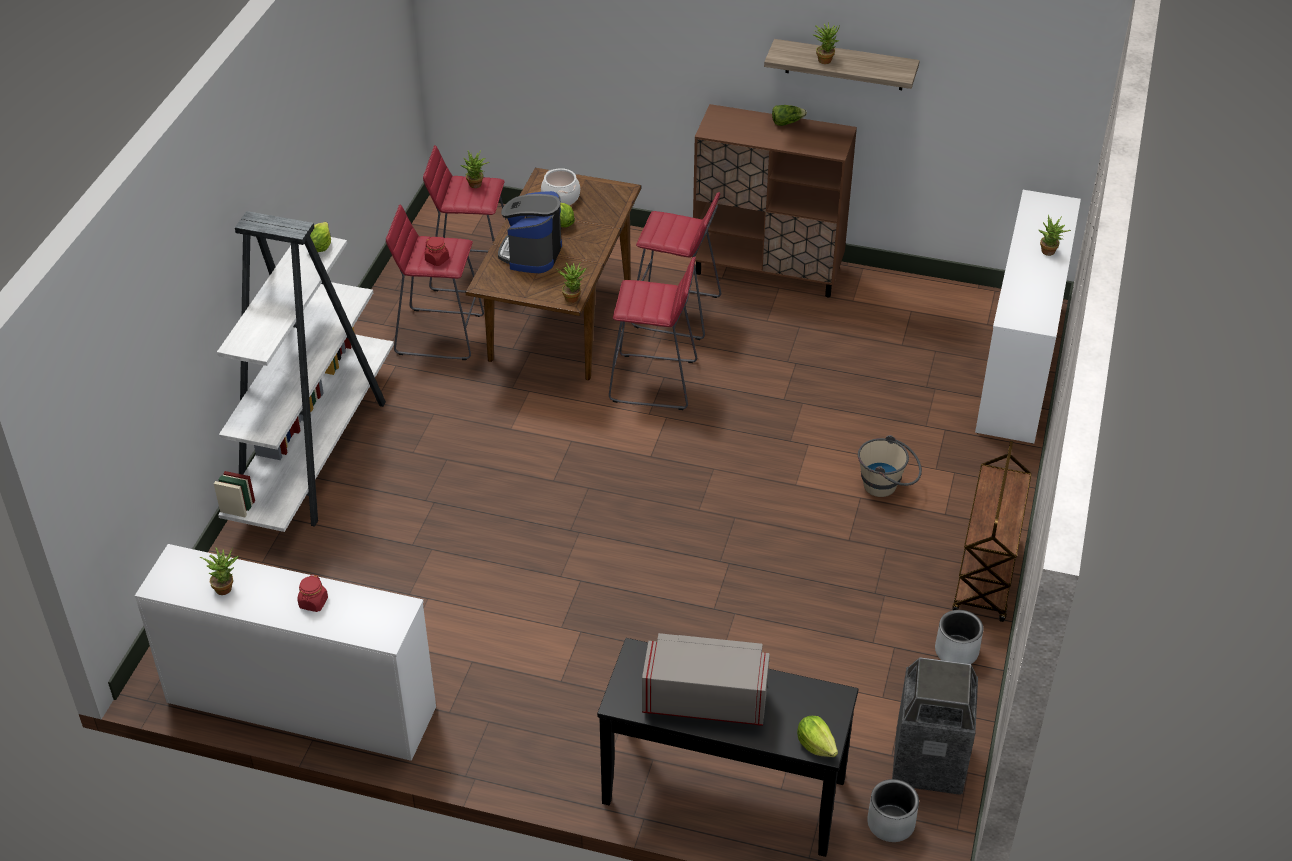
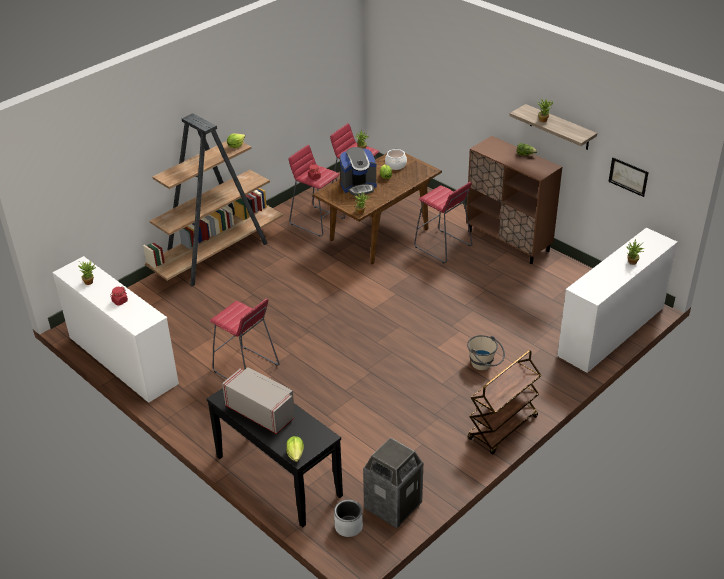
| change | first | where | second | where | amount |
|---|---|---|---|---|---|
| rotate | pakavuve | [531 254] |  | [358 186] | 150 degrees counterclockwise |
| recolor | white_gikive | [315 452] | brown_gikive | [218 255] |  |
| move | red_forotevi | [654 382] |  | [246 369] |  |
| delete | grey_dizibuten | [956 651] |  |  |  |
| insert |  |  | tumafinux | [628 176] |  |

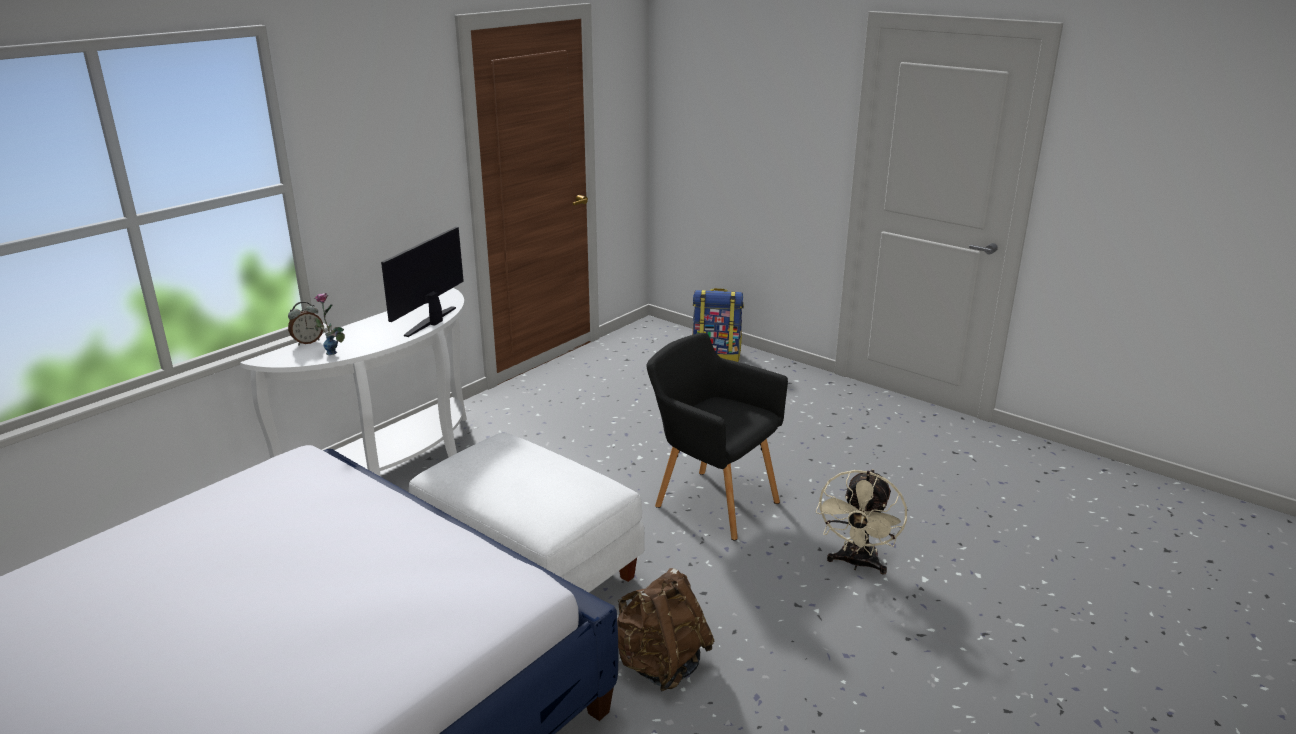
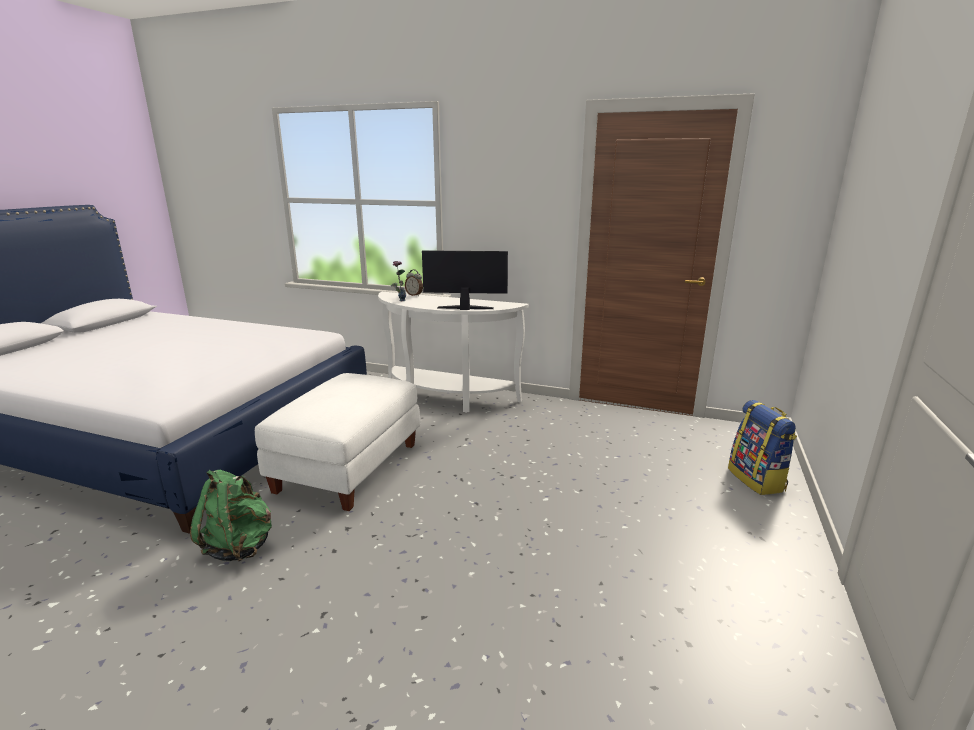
| change | first | where | second | where | amount |
|---|---|---|---|---|---|
| delete | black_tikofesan | [712 501] |  |  |  |
| delete | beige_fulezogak | [857 564] |  |  |  |
| recolor | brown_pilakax | [660 665] | green_pilakax | [239 546] |  |

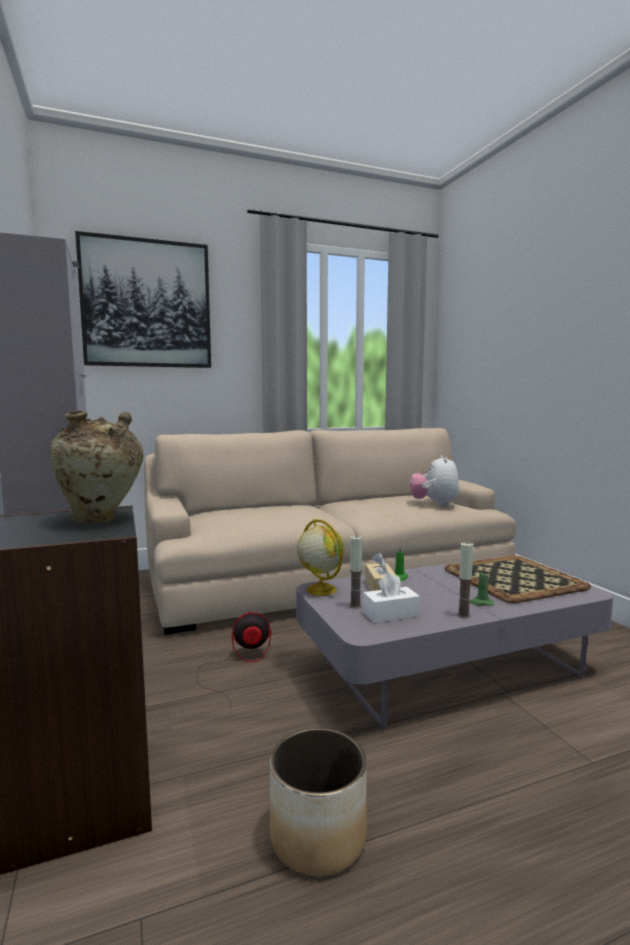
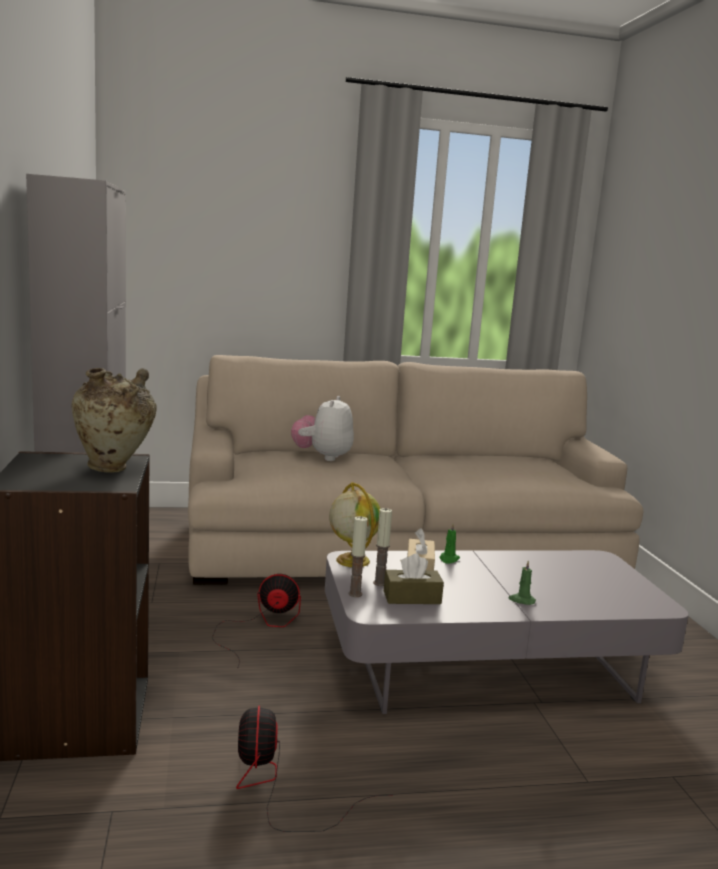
| change | first | where | second | where | amount |
|---|---|---|---|---|---|
| delete | tumafinux | [147 304] |  |  |  |
| move | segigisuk | [434 504] |  | [323 457] |  |
| move | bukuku | [463 615] |  | [355 594] |  |
| delete | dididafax | [513 579] |  |  |  |
| recolor | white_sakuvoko | [390 614] | brown_sakuvoko | [412 597] |  |
| replace | dizibuten | [317 836] | fulezogak | [278 786] |  |

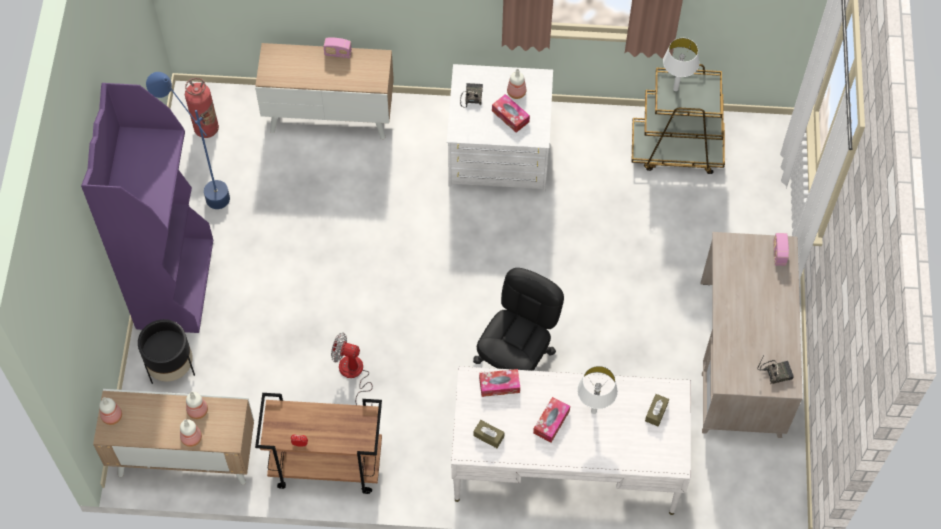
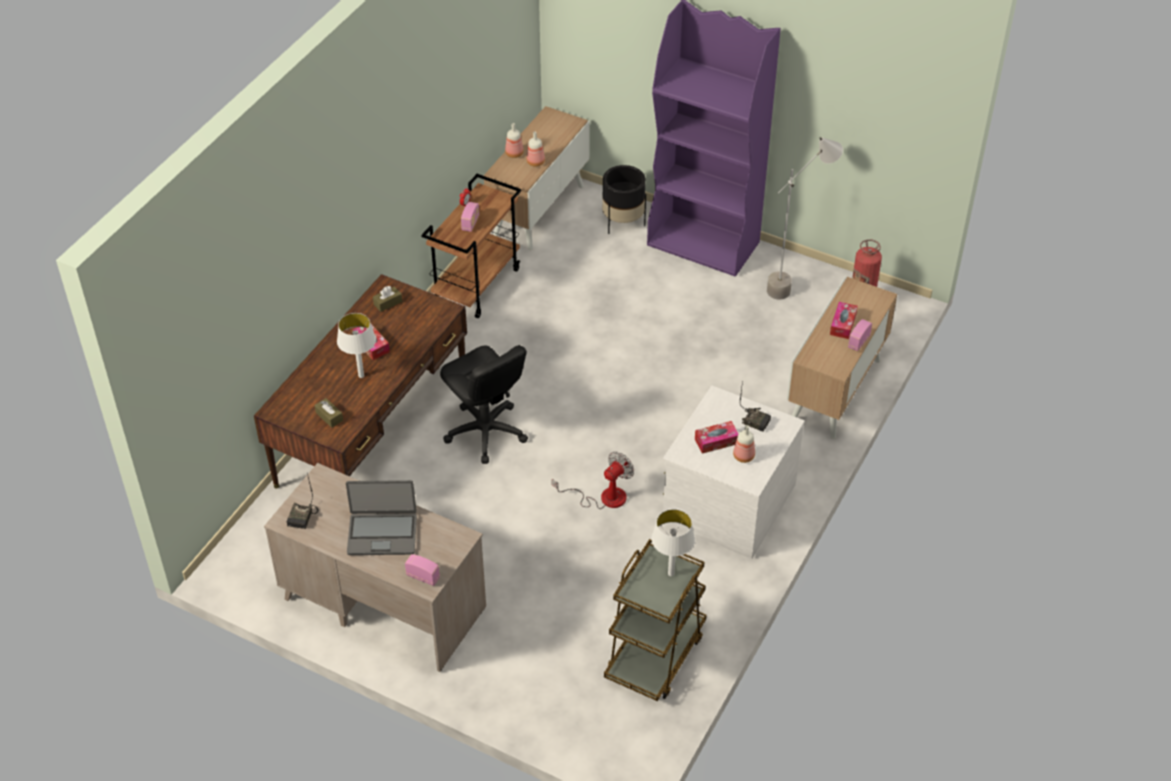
| change | first | where | second | where | amount |
|---|---|---|---|---|---|
| recolor | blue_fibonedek | [202 188] | grey_fibonedek | [795 284] |  |
| move | fulezogak | [354 375] |  | [603 497] |  |
| recolor | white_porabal | [566 463] | brown_porabal | [372 432] |  |
| move | sakuvoko | [499 385] |  | [843 324] |  |
| delete | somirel | [111 416] |  |  |  |
| insert |  |  | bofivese | [470 223] |  |
| insert |  |  | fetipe | [382 534] |  |

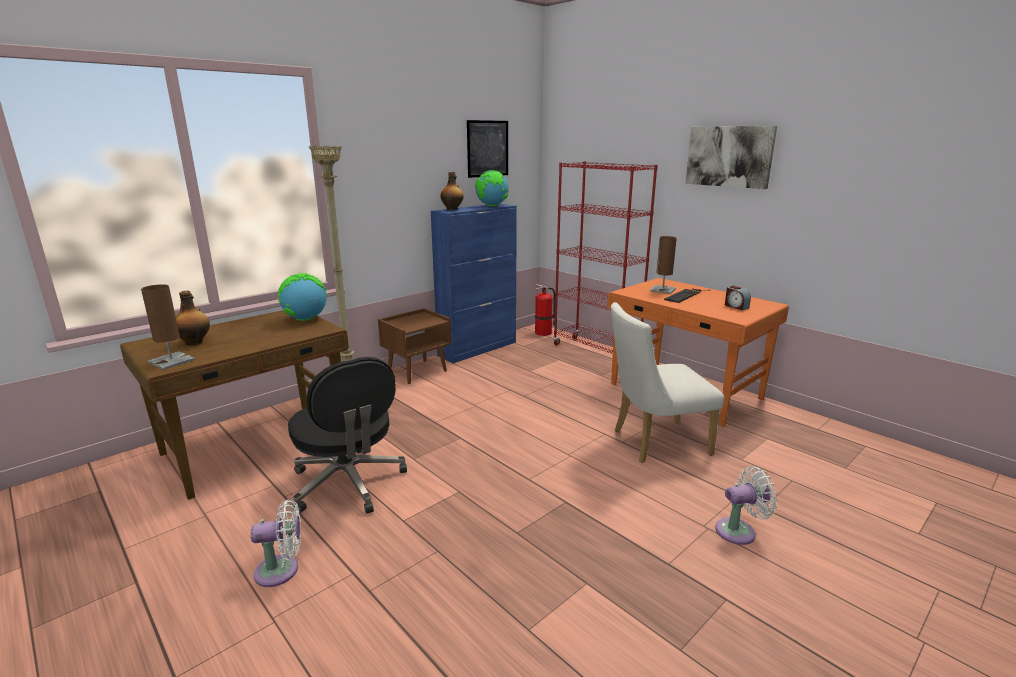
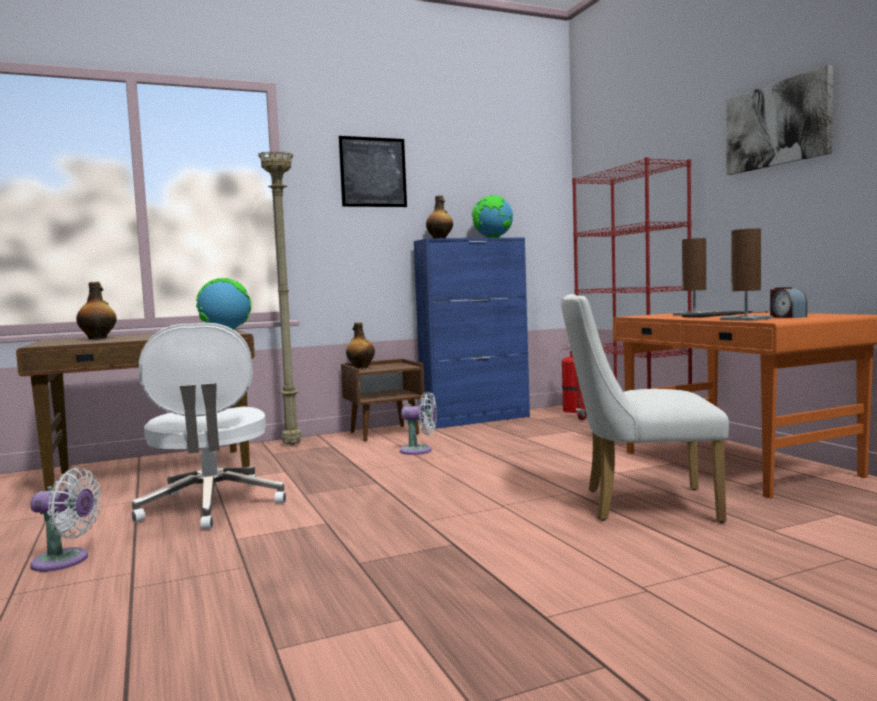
| change | first | where | second | where | amount |
|---|---|---|---|---|---|
| move | tumafinux | [487 148] |  | [373 172] |  |
| move | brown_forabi | [171 361] |  | [746 319] |  |
| recolor | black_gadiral | [348 483] | white_gadiral | [211 506] |  |
| move | white_fulezogak | [739 531] |  | [419 450] |  |
| insert |  |  | somirel | [361 367] |  |

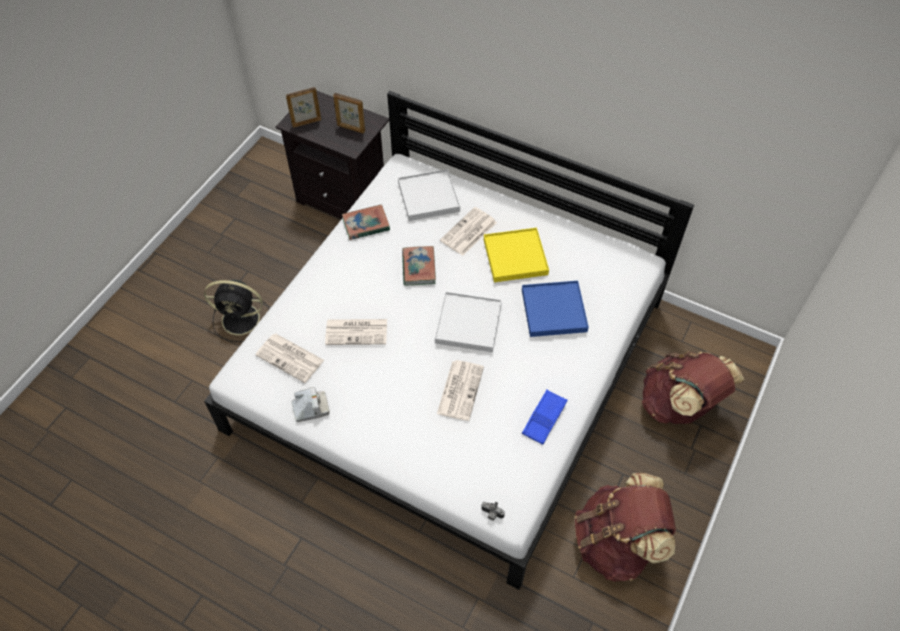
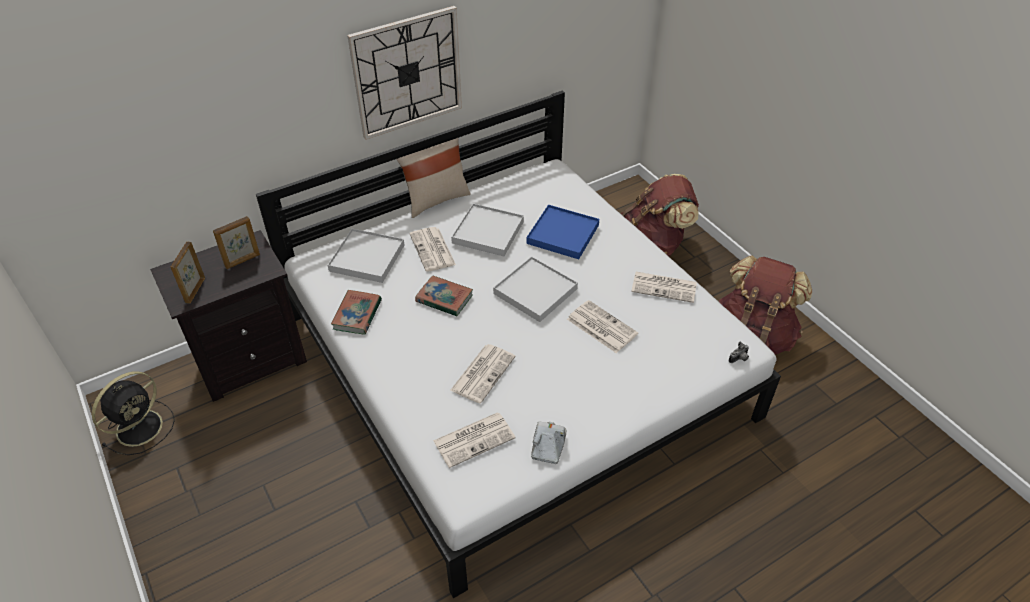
| change | first | where | second | where | amount |
|---|---|---|---|---|---|
| recolor | yellow_dididafax | [515 257] | white_dididafax | [488 232] |  |
| move | black_fulezogak | [242 319] |  | [141 426] |  |
| replace | blue_dididafax | [544 419] | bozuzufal | [665 287] |  |
| insert |  |  | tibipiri | [407 73] |  |
| insert |  |  | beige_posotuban | [435 199] |  |

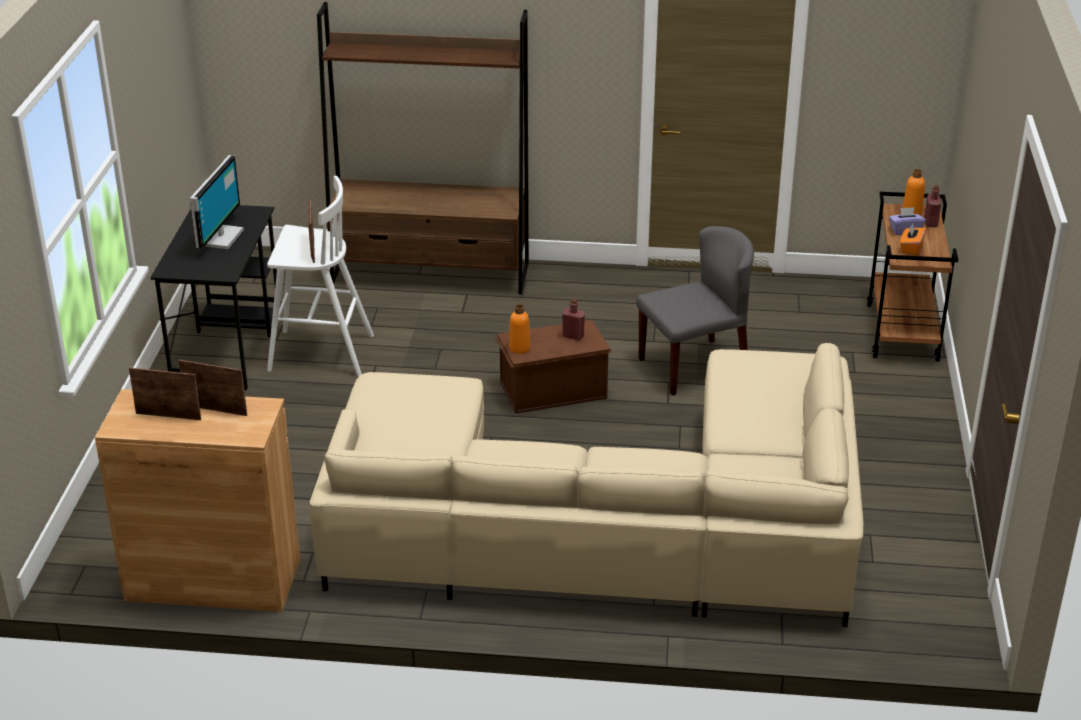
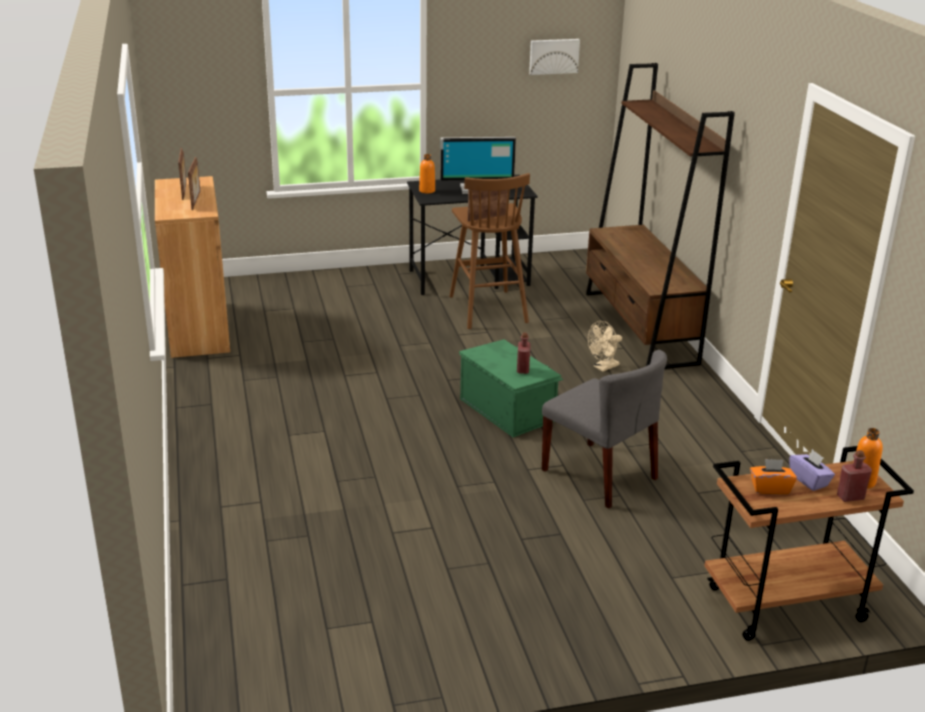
| change | first | where | second | where | amount |
|---|---|---|---|---|---|
| recolor | white_forotevi | [319 353] | brown_forotevi | [487 309] |  |
| move | orange_somirel | [519 348] |  | [427 191] |  |
| recolor | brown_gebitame | [552 389] | green_gebitame | [507 409] |  |
| delete | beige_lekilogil | [608 524] |  |  |  |
| insert |  |  | tumafinux | [553 56] |  |
| insert |  |  | beige_fulezogak | [603 367] |  |

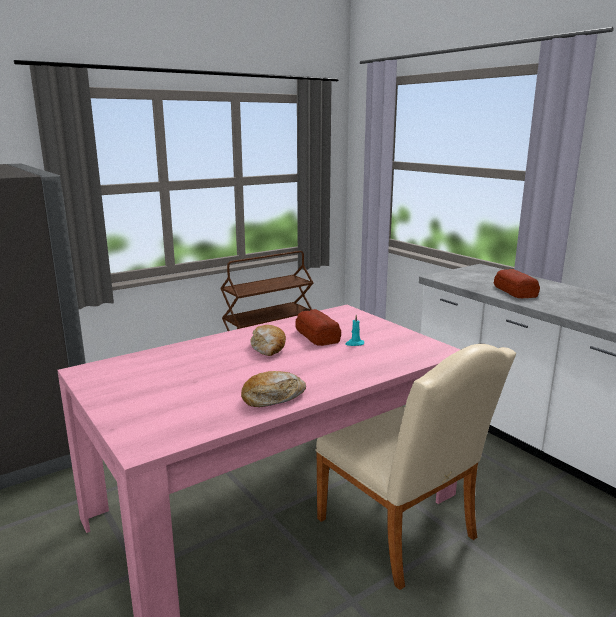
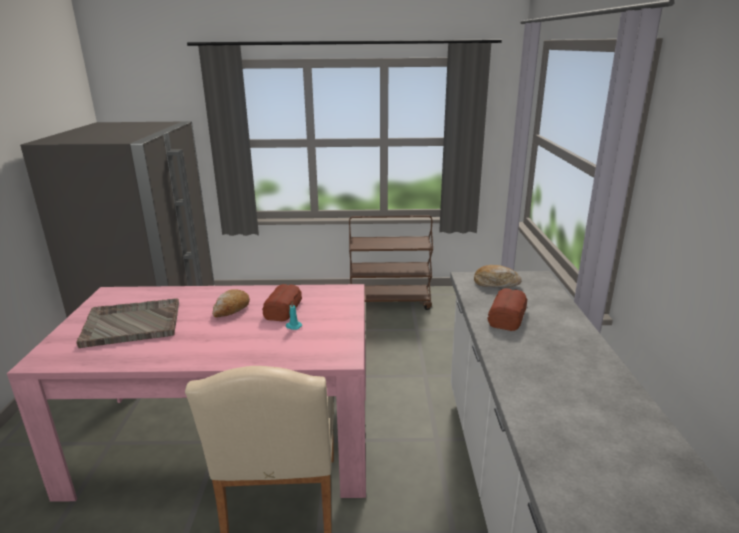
| change | first | where | second | where | amount |
|---|---|---|---|---|---|
| move | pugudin | [273 397] |  | [495 283] |  |
| insert |  |  | grey_dididafax | [131 324] |  |

